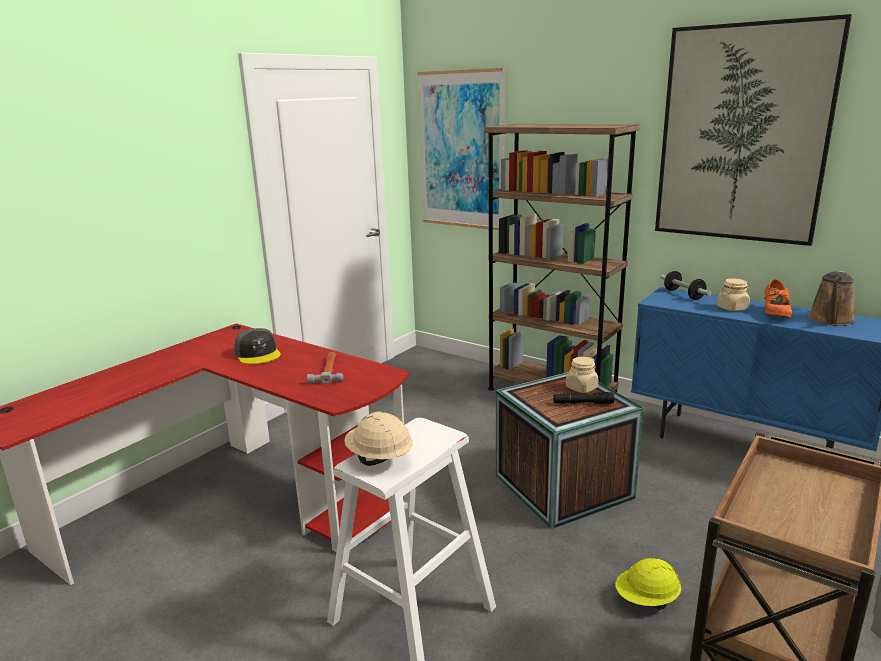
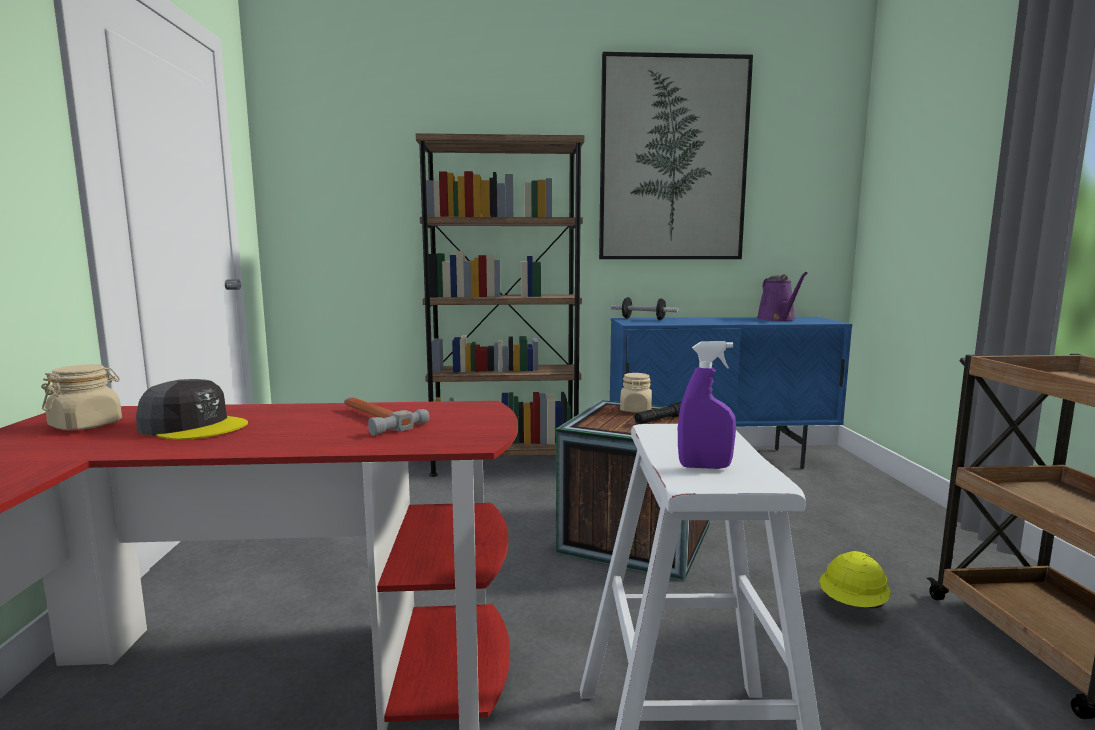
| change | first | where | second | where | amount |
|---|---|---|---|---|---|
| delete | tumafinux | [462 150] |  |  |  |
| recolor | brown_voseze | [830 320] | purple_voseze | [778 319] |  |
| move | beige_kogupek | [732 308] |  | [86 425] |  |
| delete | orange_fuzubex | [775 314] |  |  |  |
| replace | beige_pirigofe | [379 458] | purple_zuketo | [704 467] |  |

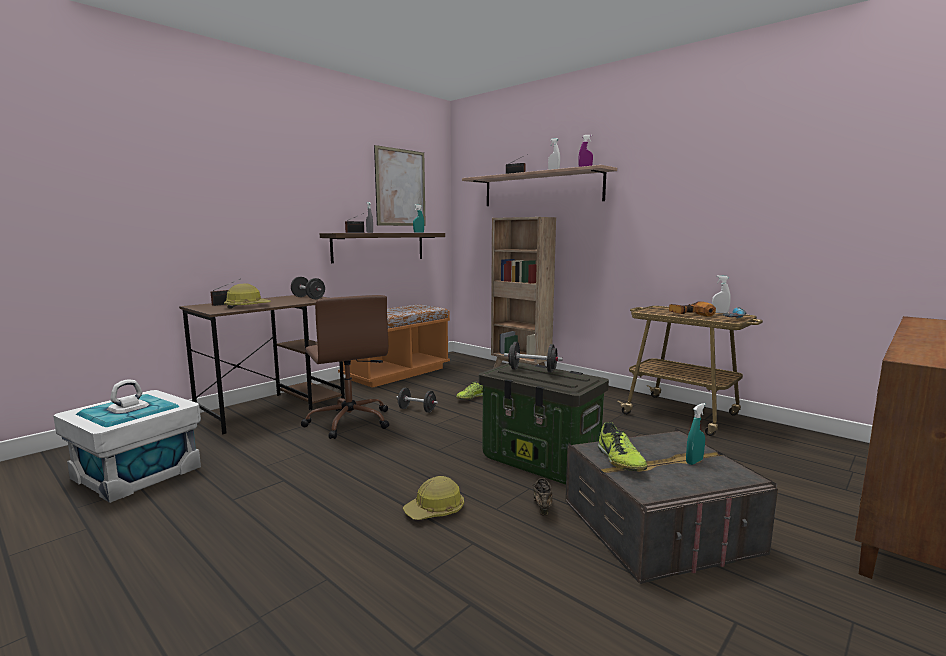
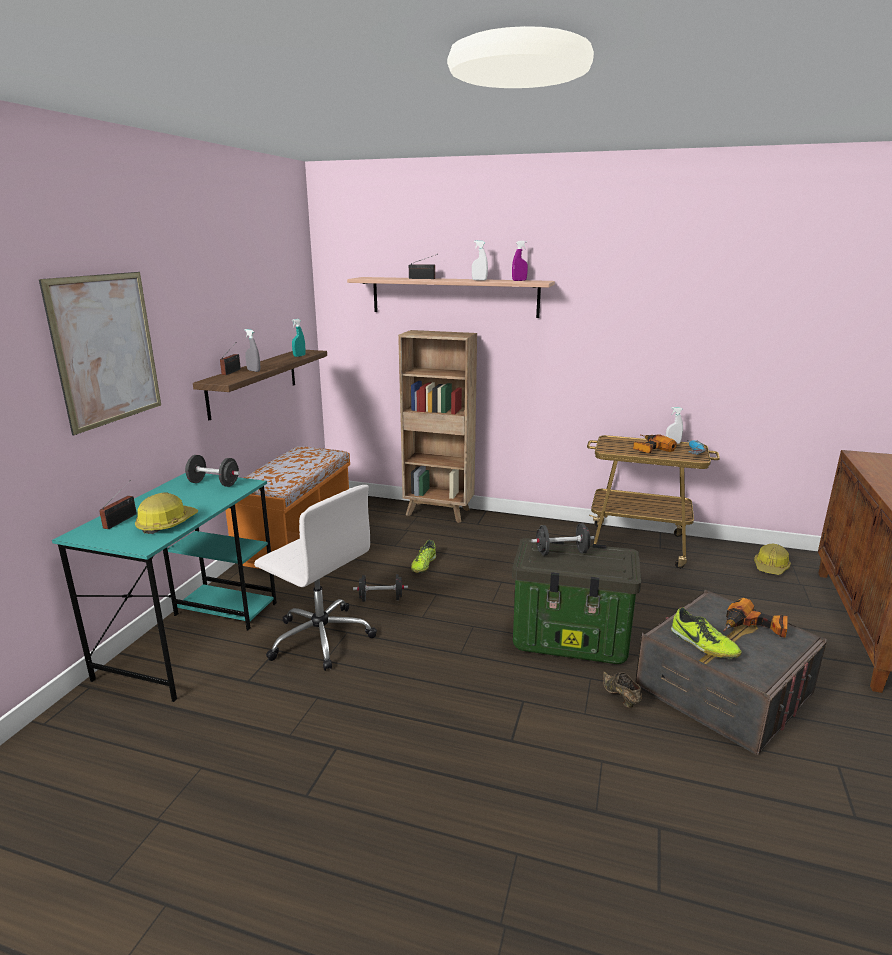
| change | first | where | second | where | amount |
|---|---|---|---|---|---|
| move | tumafinux | [400 187] |  | [106 349] |  |
| recolor | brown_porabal | [273 407] | turquoise_porabal | [193 637] |  |
| recolor | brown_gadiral | [349 422] | white_gadiral | [320 637] |  |
| delete | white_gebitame | [137 473] |  |  |  |
| replace | turquoise_zuketo | [694 461] | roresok | [754 629] |  |
| move | pirigofe | [435 510] |  | [771 567] |  |

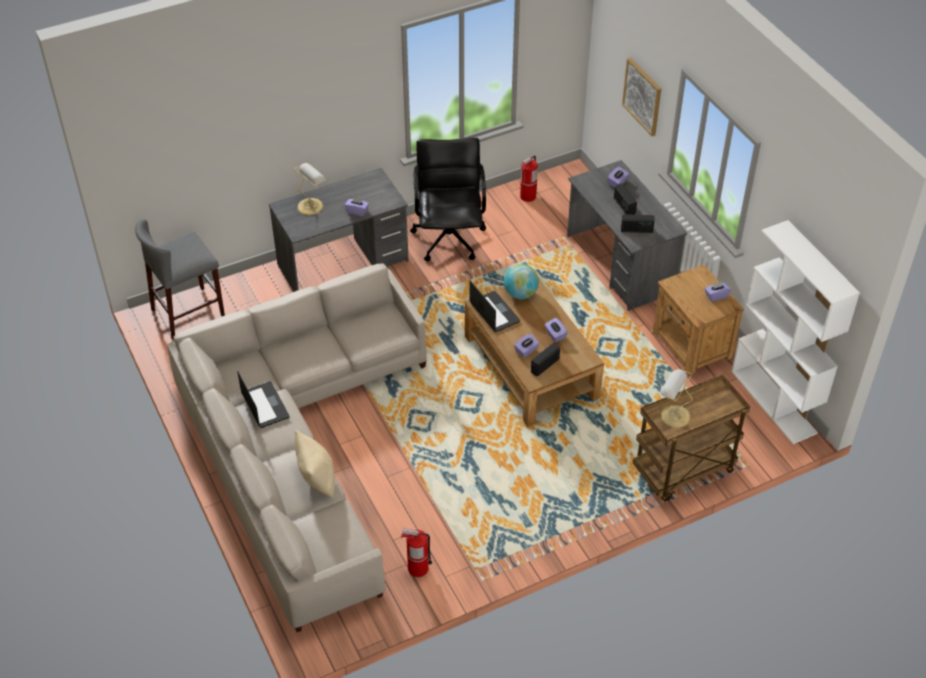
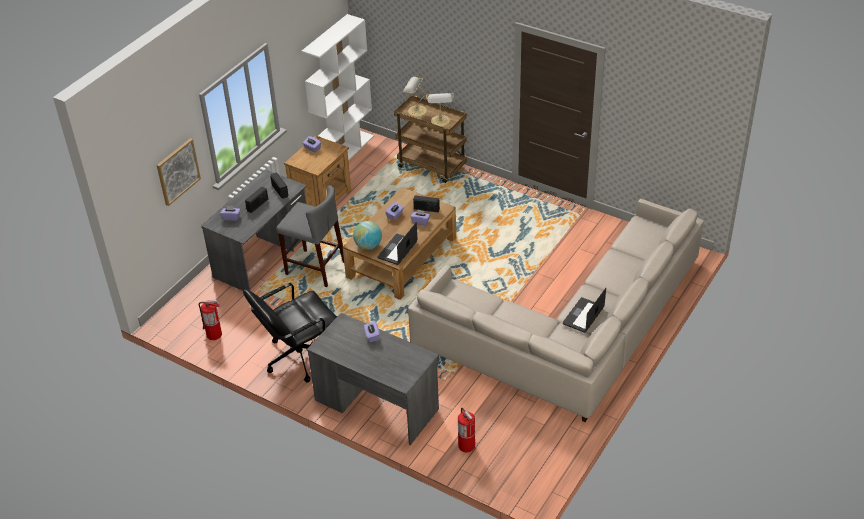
| change | first | where | second | where | amount |
|---|---|---|---|---|---|
| move | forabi | [311 205] |  | [416 111] |  |
| move | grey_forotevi | [188 312] |  | [315 268] |  |
| delete | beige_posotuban | [317 478] |  |  |  |
| move | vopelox | [417 568] |  | [467 446] |  |

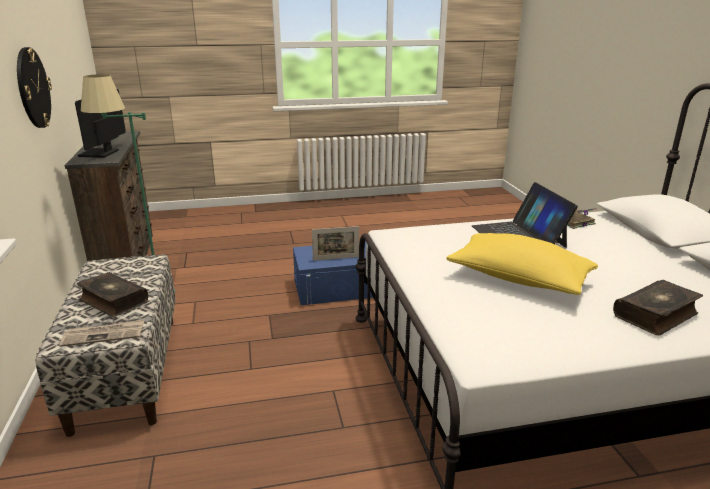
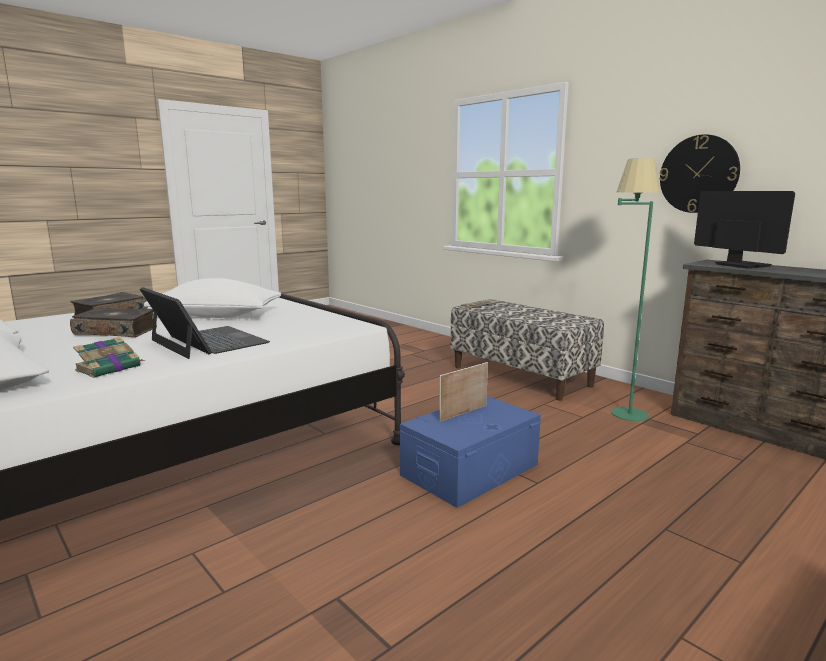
| change | first | where | second | where | amount |
|---|---|---|---|---|---|
| recolor | yellow_posotuban | [518 279] | white_posotuban | [217 316] |  |
| move | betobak | [113 301] |  | [116 331] |  |

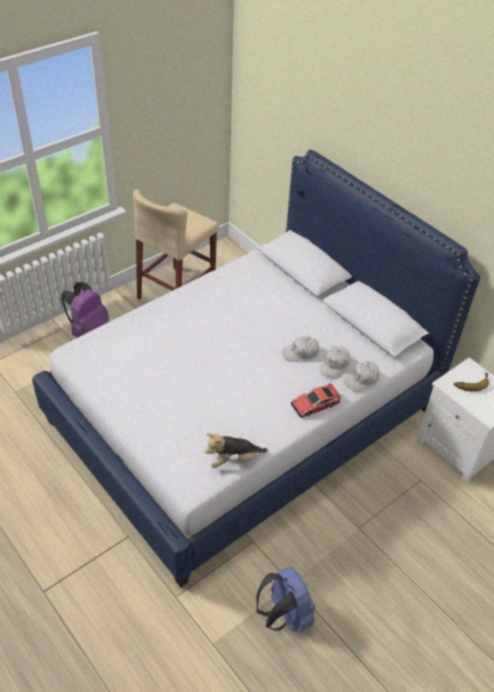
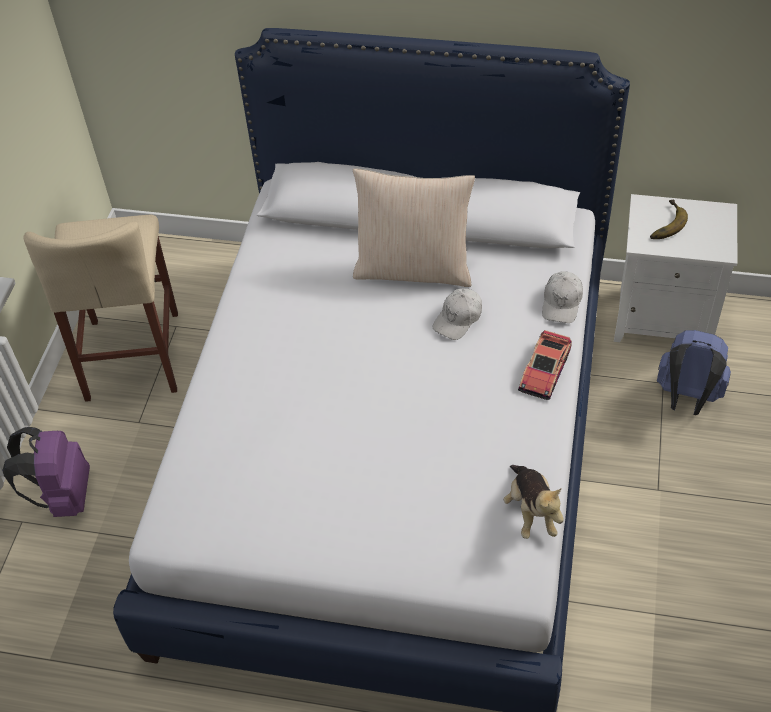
| change | first | where | second | where | amount |
|---|---|---|---|---|---|
| delete | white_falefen | [334 365] |  |  |  |
| rotate | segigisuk | [233 460] |  | [531 511] | 45 degrees counterclockwise |
| move | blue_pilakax | [284 615] |  | [687 398] |  |
| insert |  |  | beige_posotuban | [414 268] |  |

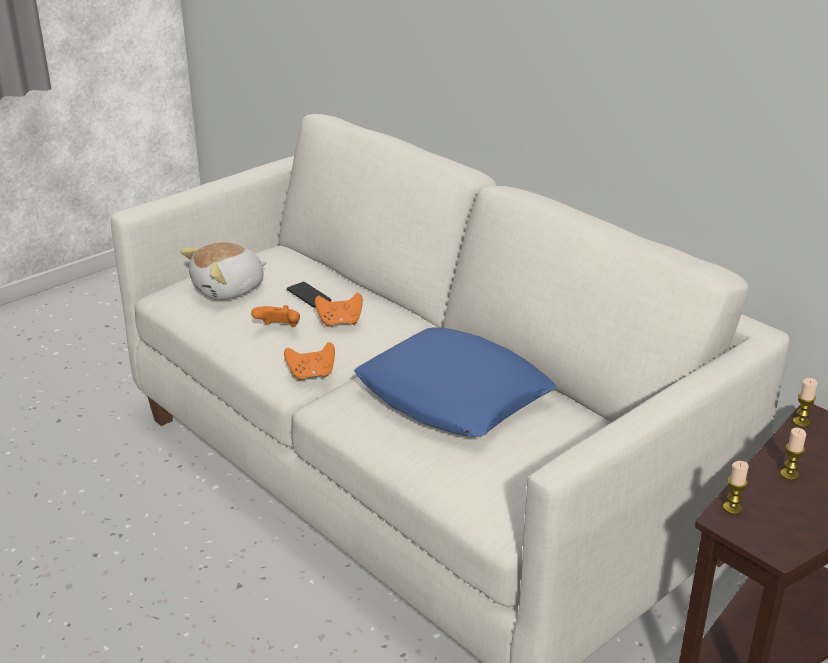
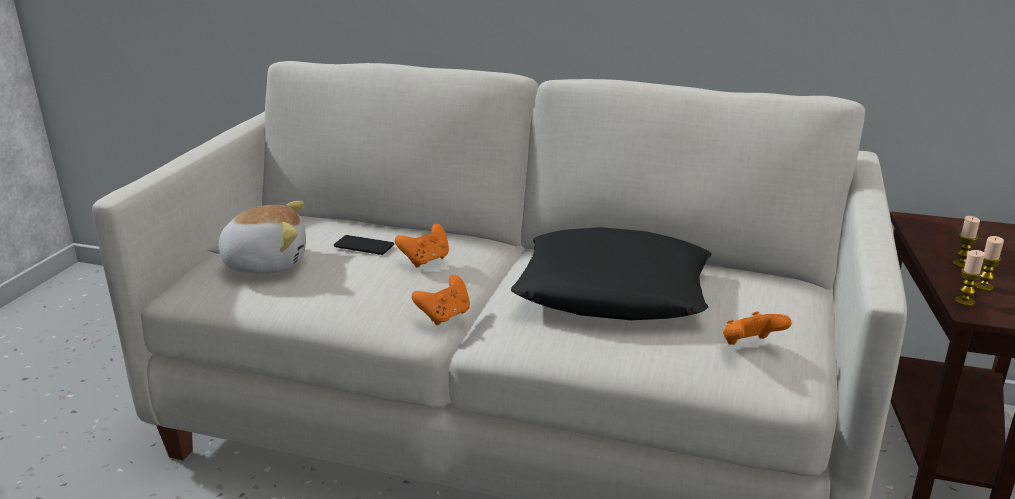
| change | first | where | second | where | amount |
|---|---|---|---|---|---|
| rotate | segigisuk | [229 289] |  | [266 262] | 120 degrees counterclockwise |
| move | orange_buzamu | [279 329] |  | [750 346] |  |
| recolor | blue_posotuban | [453 395] | black_posotuban | [613 290] |  |
| move | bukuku | [801 422] |  | [983 286] |  |

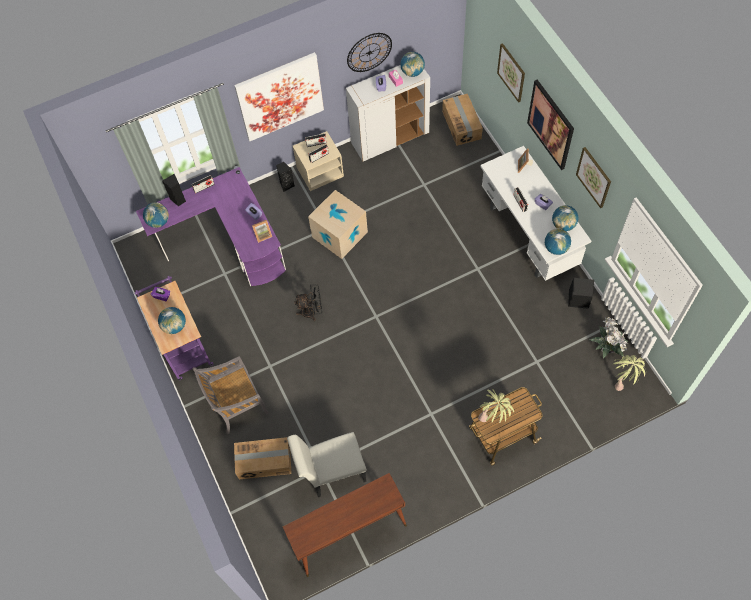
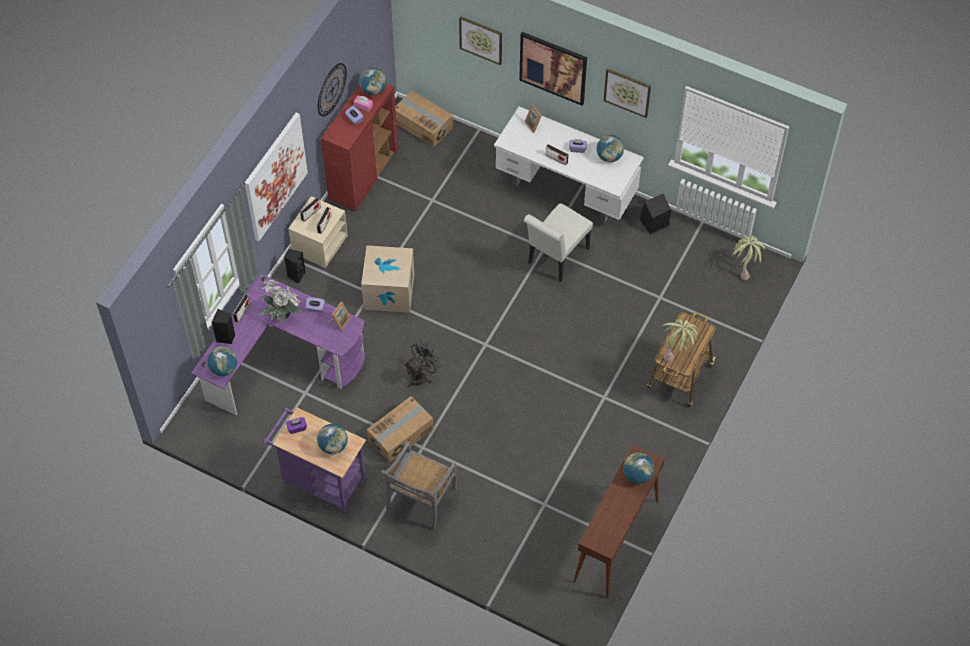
| change | first | where | second | where | amount |
|---|---|---|---|---|---|
| recolor | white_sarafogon | [390 138] | red_sarafogon | [363 174] |  |
| move | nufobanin | [556 248] |  | [637 475] |  |
| move | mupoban | [606 347] |  | [281 314] |  |
| move | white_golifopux | [331 472] |  | [556 258] |  |
| move | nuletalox | [264 462] |  | [401 435] |  |

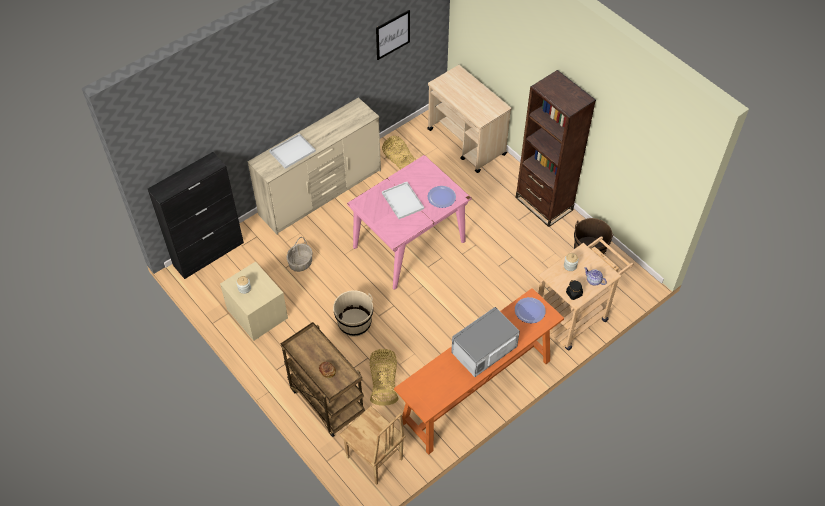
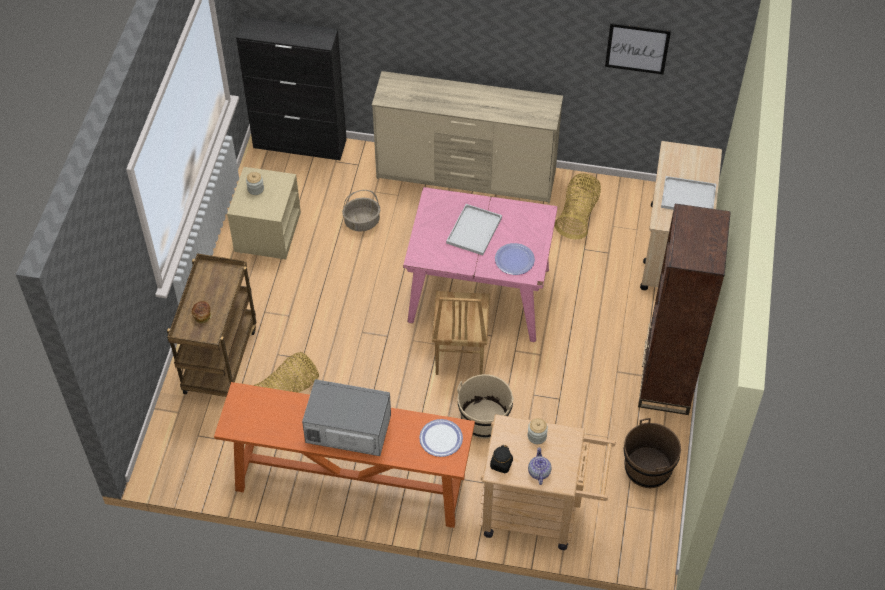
| change | first | where | second | where | amount |
|---|---|---|---|---|---|
| move | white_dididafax | [292 152] |  | [687 197] |  |
| move | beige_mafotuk | [354 323] |  | [484 419] |  |
| move | brown_golifopux | [374 459] |  | [459 354] |  |

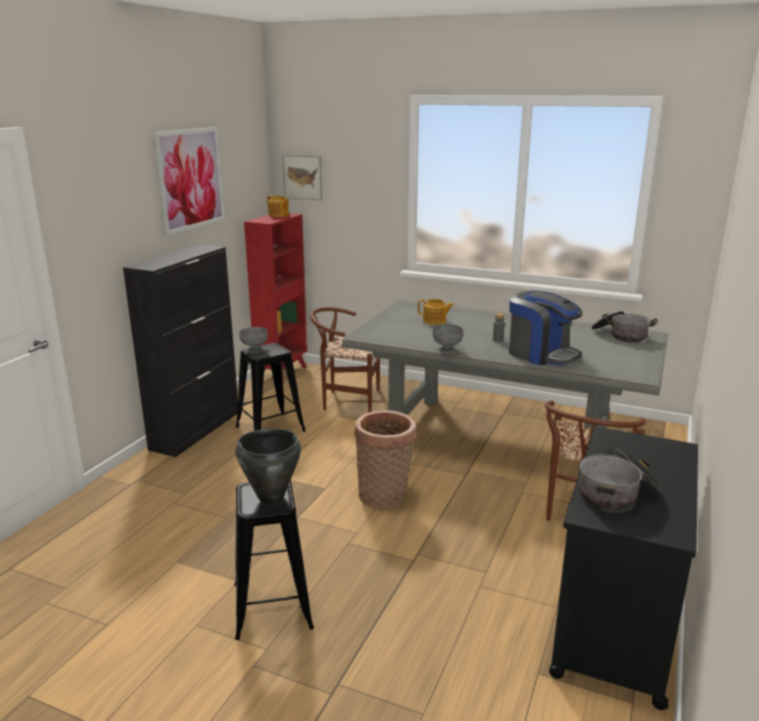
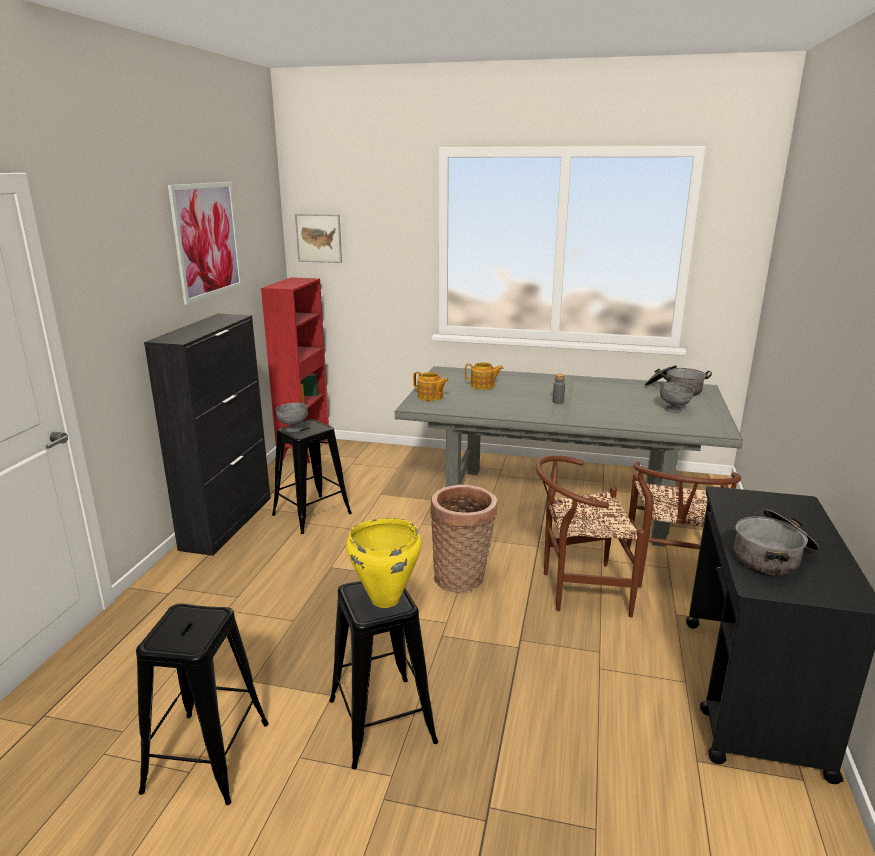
| change | first | where | second | where | amount |
|---|---|---|---|---|---|
| move | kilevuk | [278 215] |  | [430 397] |  |
| delete | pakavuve | [541 354] |  |  |  |
| move | brown_golifopux | [346 401] |  | [577 590] |  |
| move | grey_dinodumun | [447 350] |  | [674 410] |  |
| recolor | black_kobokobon | [270 498] | yellow_kobokobon | [384 599] |  |
| insert |  |  | black_forotevi | [207 756] |  |

